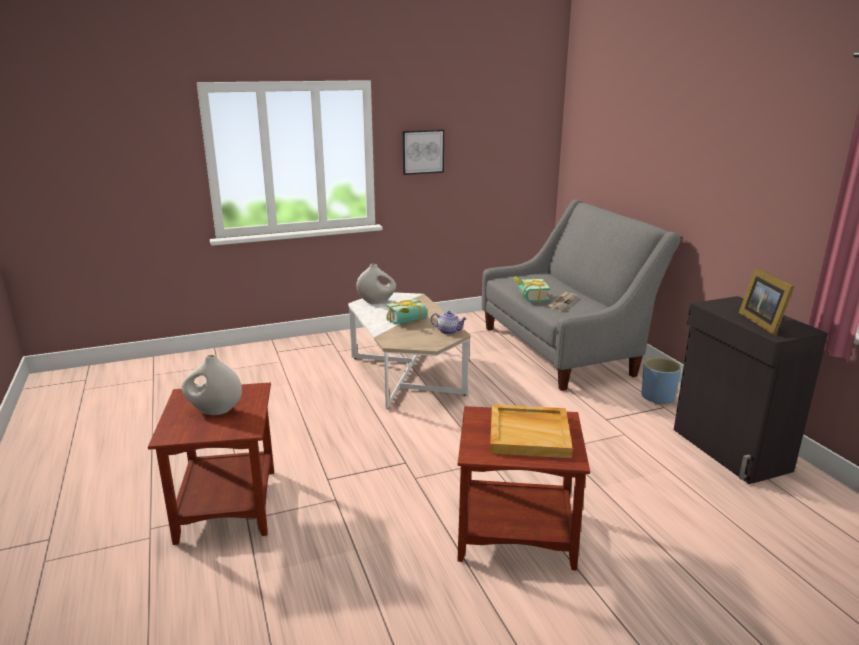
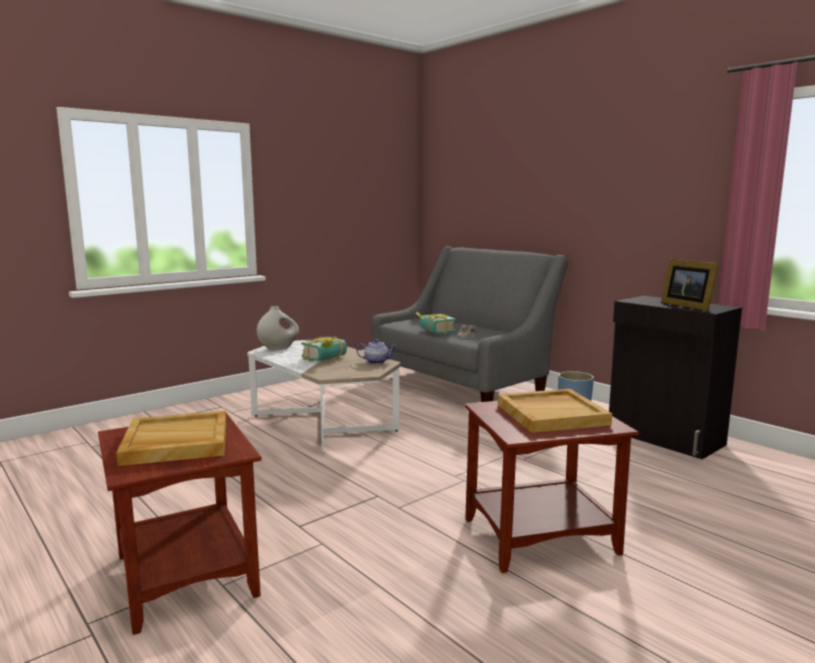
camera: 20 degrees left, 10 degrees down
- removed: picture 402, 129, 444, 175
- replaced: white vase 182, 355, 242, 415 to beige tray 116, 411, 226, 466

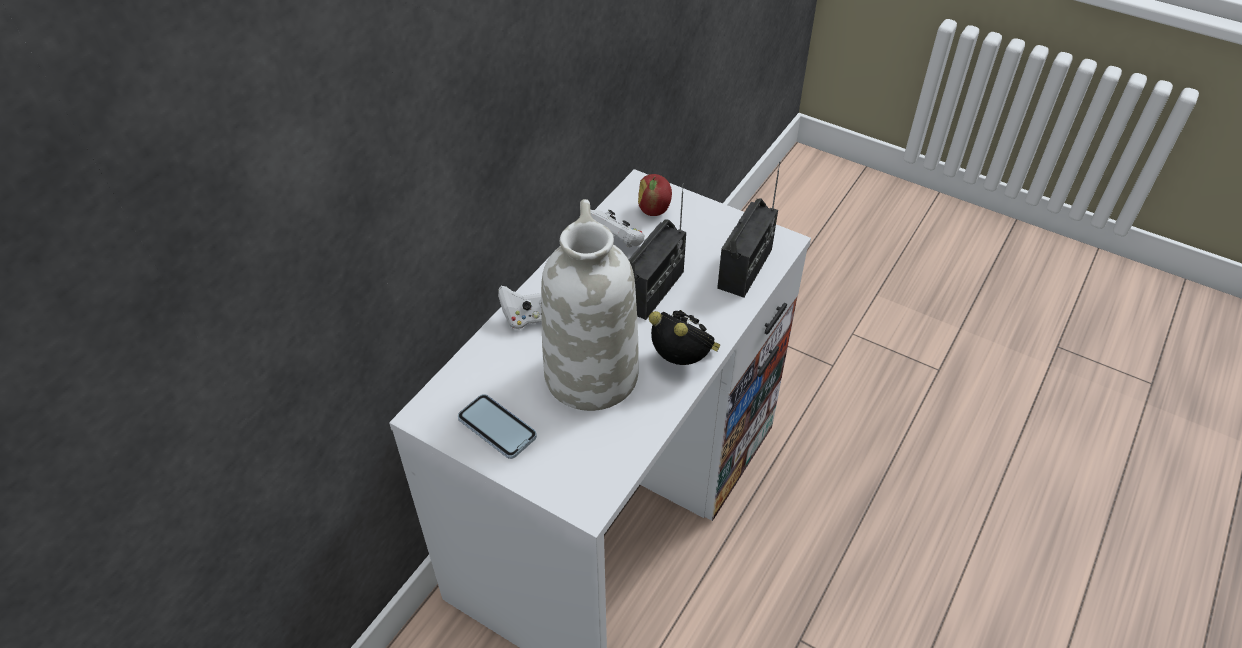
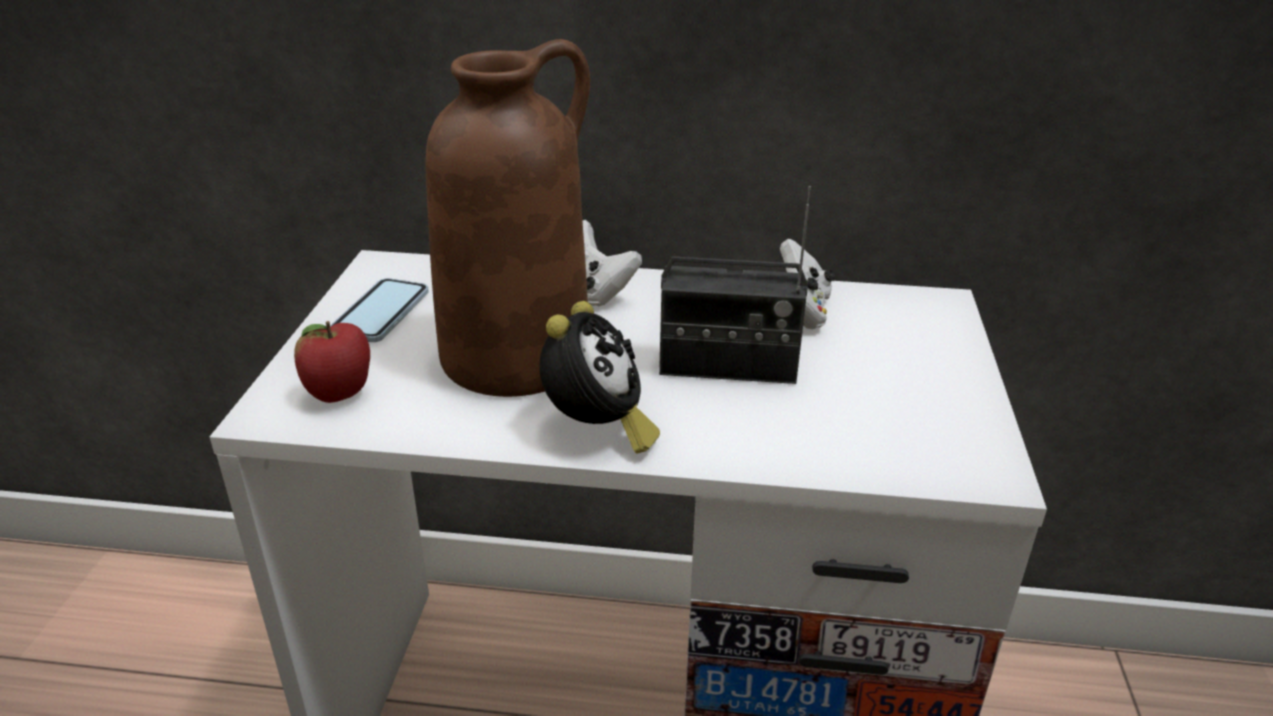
camera: 65 degrees right, 15 degrees down
- removed: radio 717, 162, 780, 298
- moved: apple 638, 174, 672, 216 to 294, 321, 370, 403
- recoloured: white vase 541, 199, 638, 411 to brown vase 426, 39, 590, 397

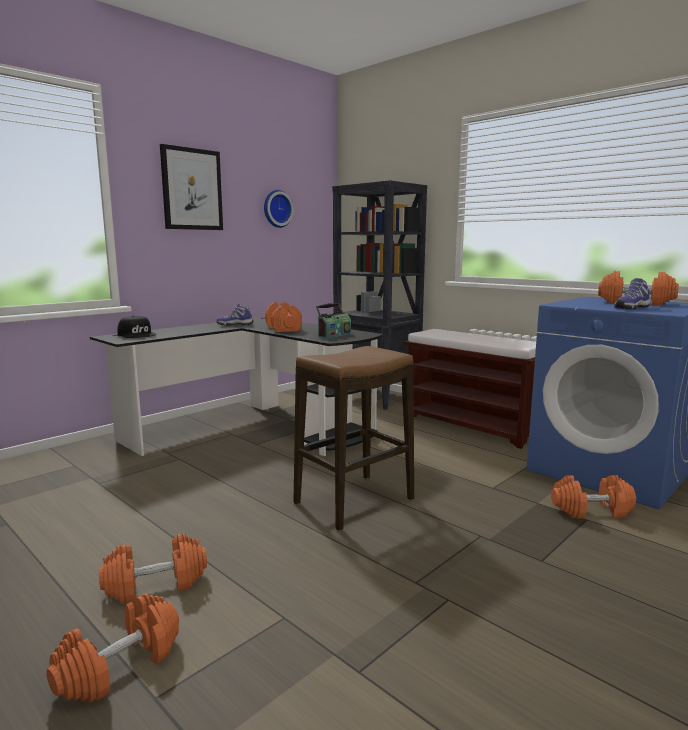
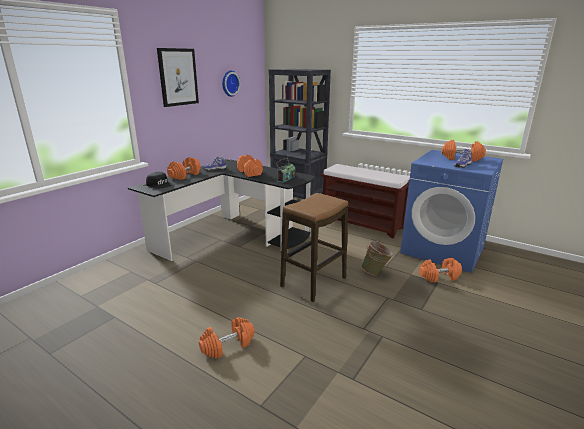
camera: 10 degrees left, 10 degrees up
- added: green bucket 361, 241, 394, 275
- moved: orange dumbbell 46, 593, 179, 703 to 167, 157, 201, 180

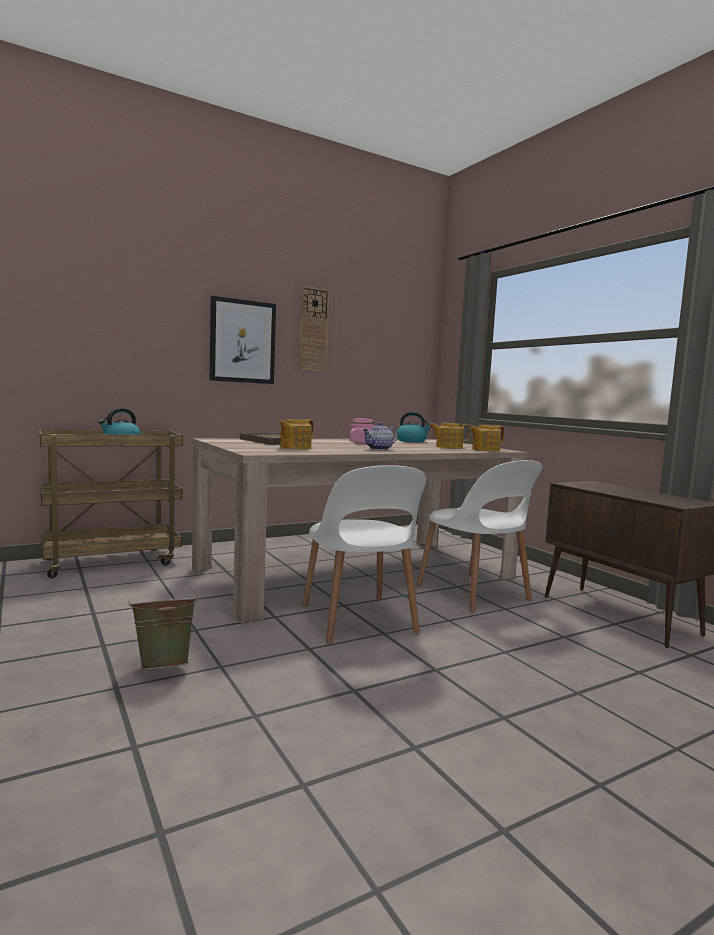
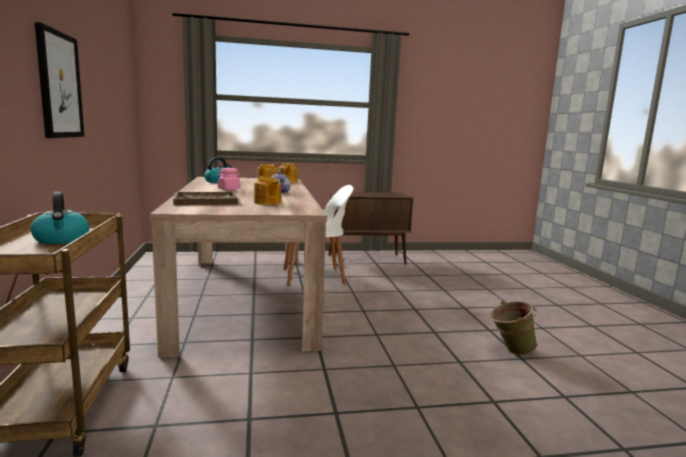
camera: 70 degrees left, 5 degrees up
- removed: wall clock 298, 286, 330, 372
- removed: white chair 302, 465, 426, 644
- moved: green bucket 128, 595, 199, 670 to 490, 301, 537, 355

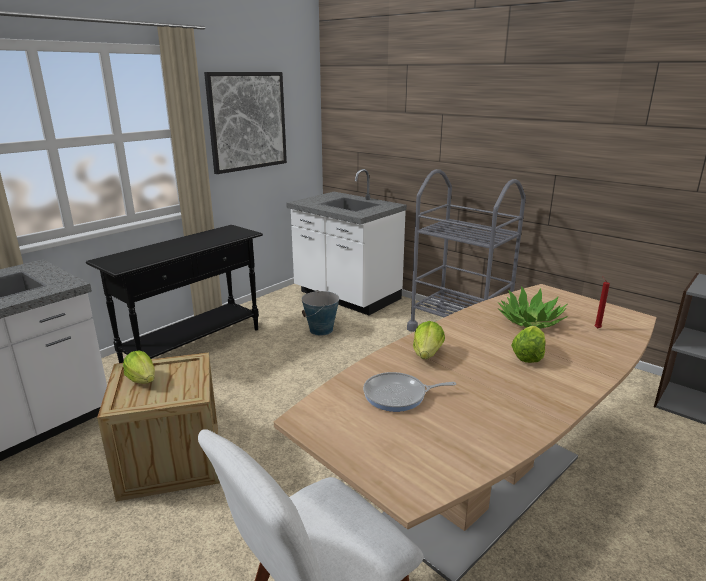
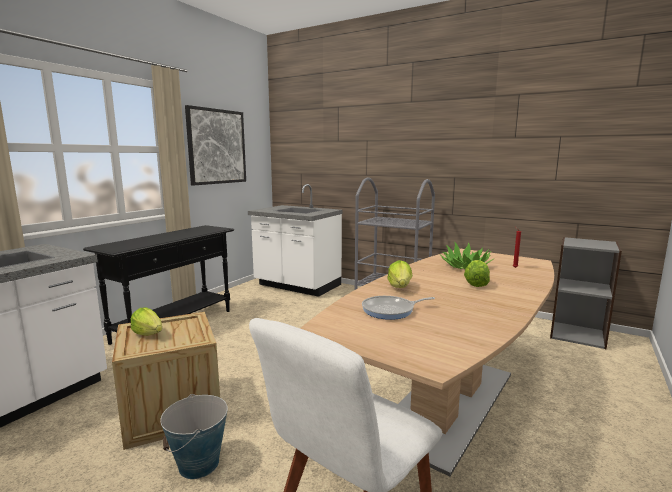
camera: 10 degrees left, 10 degrees down
- moved: bucket 302, 290, 339, 336 to 160, 394, 228, 479

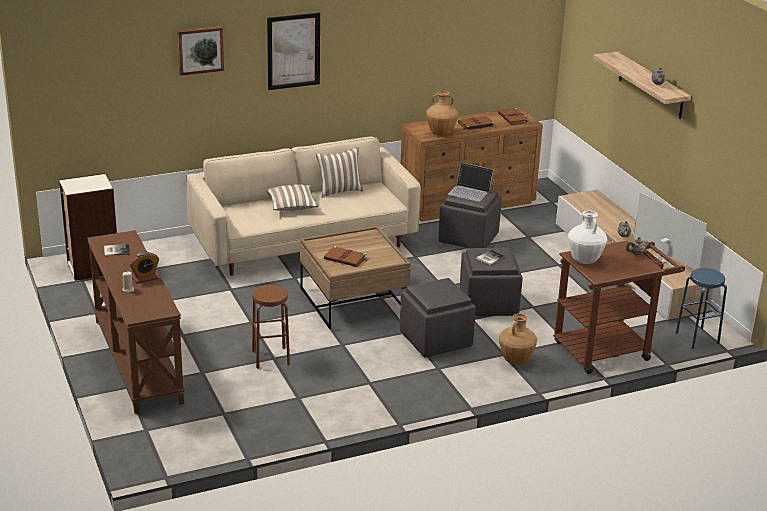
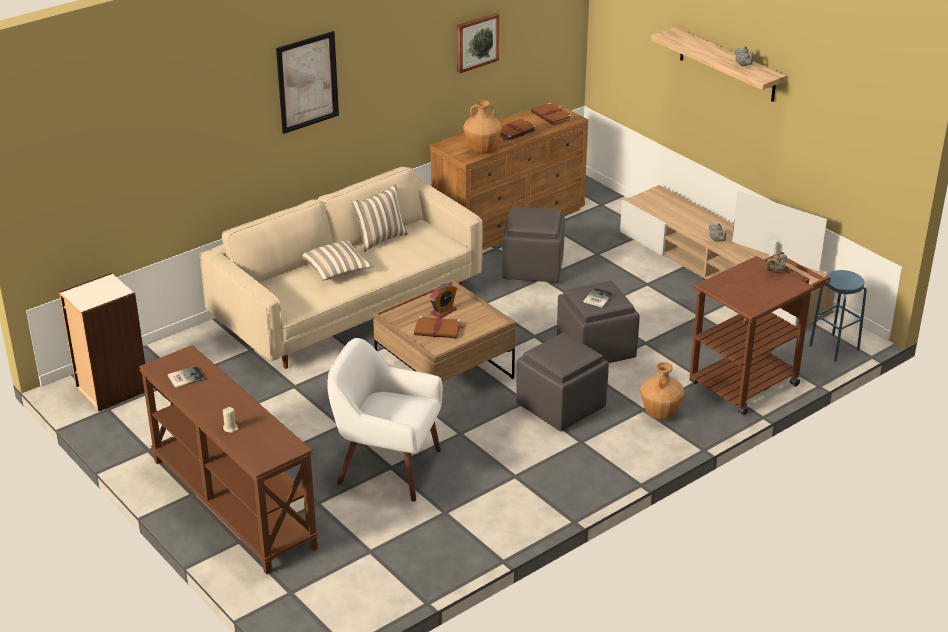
camera: 15 degrees left, 5 degrees up
- removed: laptop 448, 162, 494, 202
- removed: white vase 568, 211, 607, 264
- moved: alarm clock 129, 252, 159, 284 to 430, 284, 457, 318
- moved: picture 177, 26, 224, 76 to 457, 13, 499, 73
- replaced: brown stool 252, 285, 290, 369 to white armchair 327, 338, 443, 502

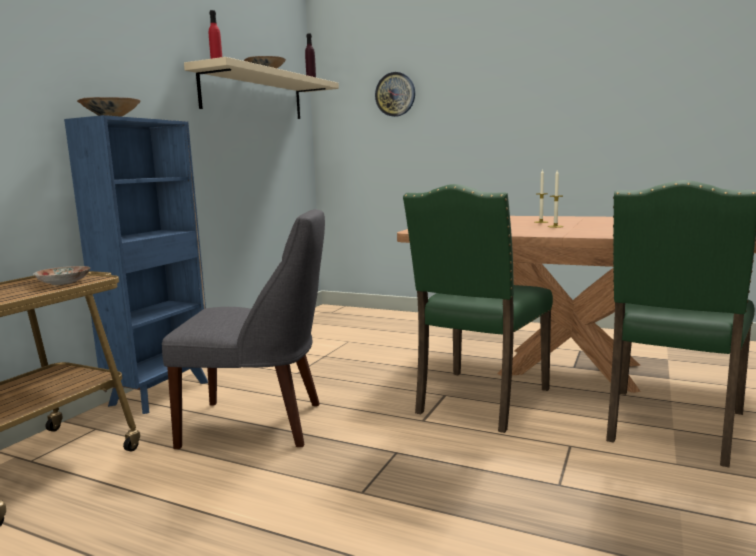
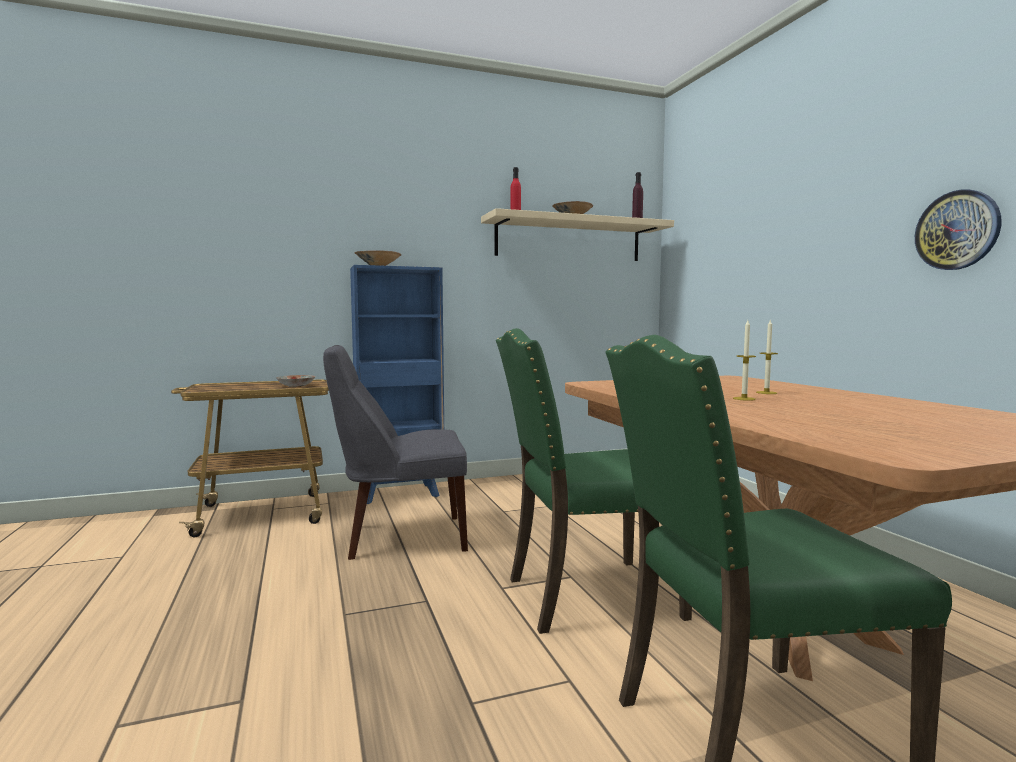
camera: 45 degrees right, 5 degrees down
- moved: wall clock 375, 72, 415, 117 to 915, 190, 1002, 270
- turned: grey chair 162, 209, 325, 449 = 323, 345, 468, 560 120 degrees clockwise

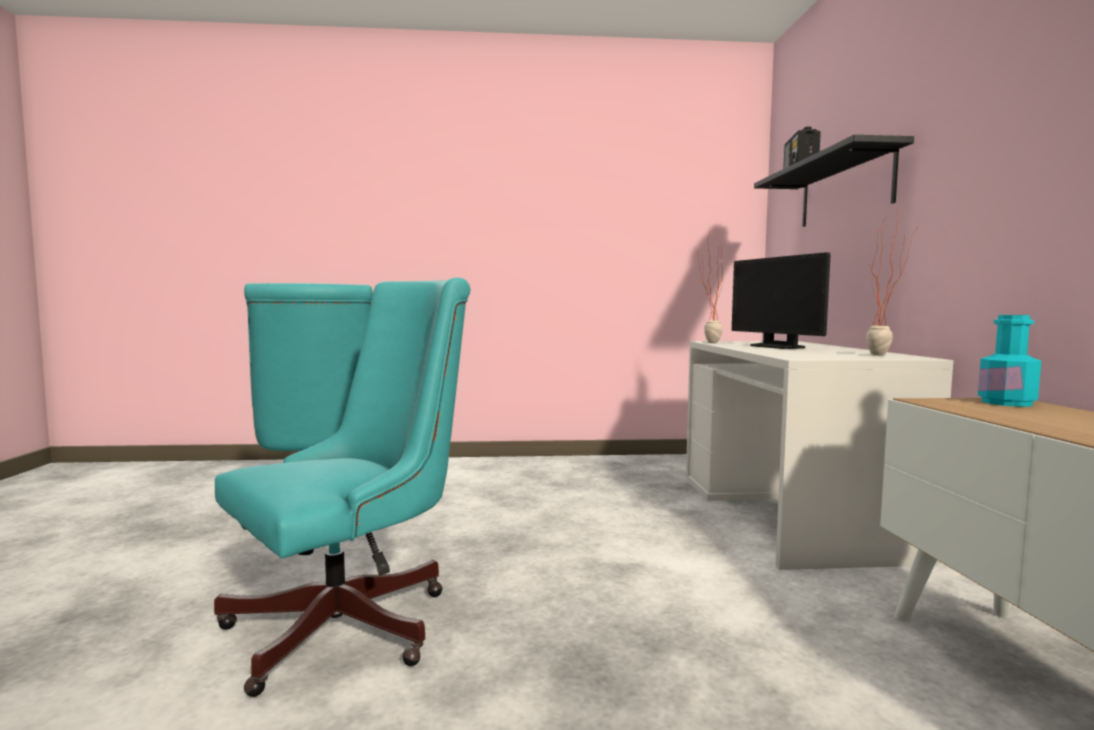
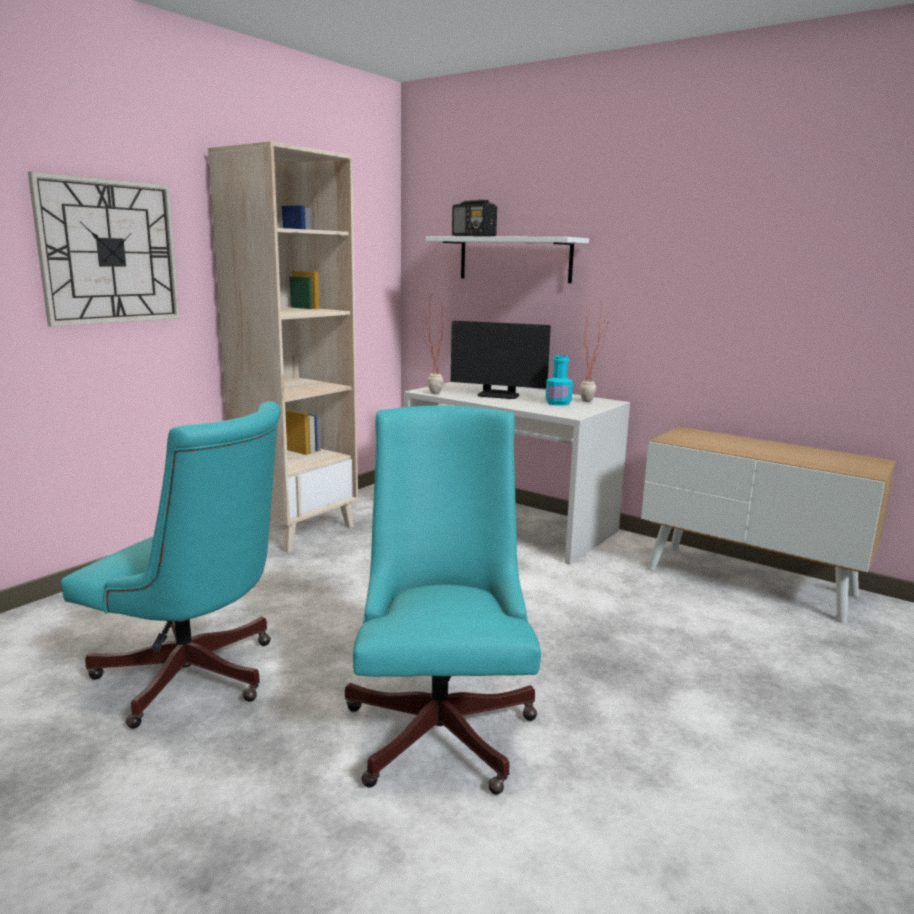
camera: 50 degrees left, 10 degrees up
- added: wall clock 28, 172, 180, 327
- added: beige bookcase 208, 141, 358, 553
- moved: turquoise bottle 978, 315, 1041, 407 to 546, 355, 573, 406
- recoloured: black shelf 754, 135, 914, 227 to white shelf 426, 236, 589, 283

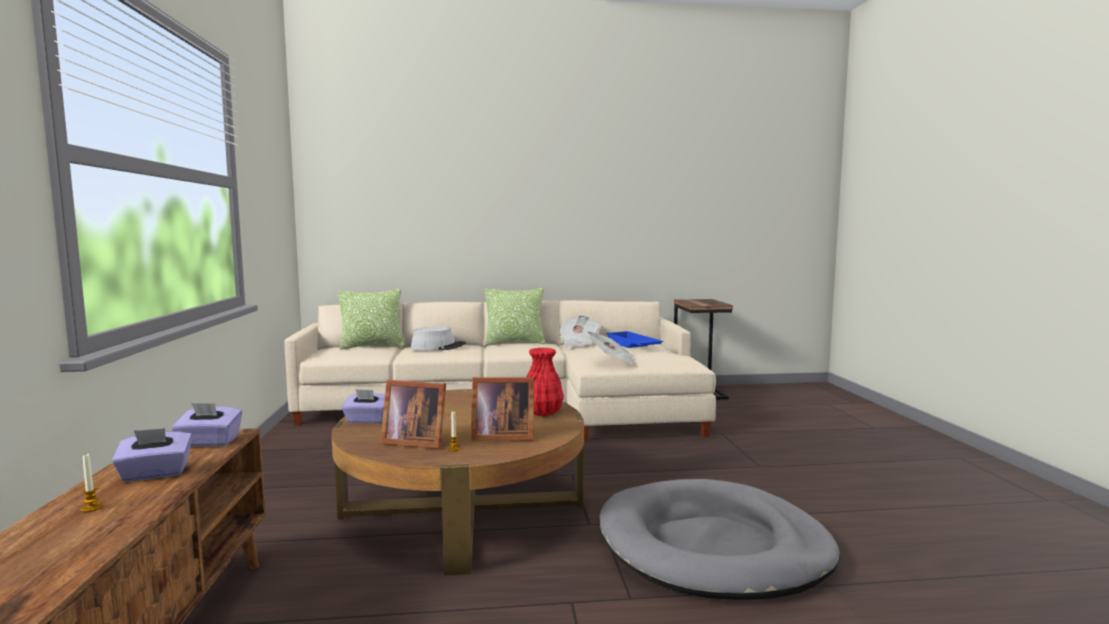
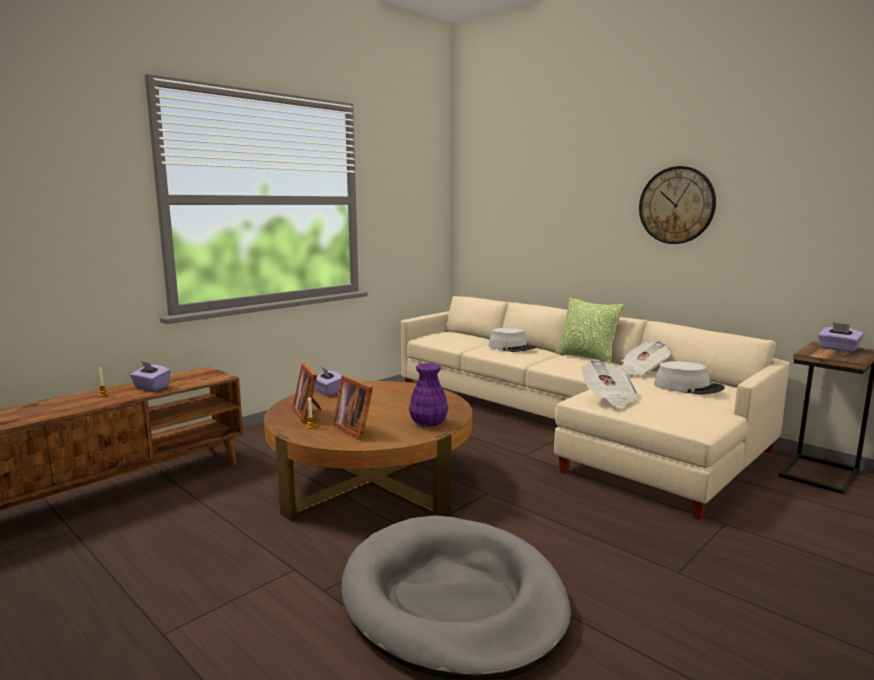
camera: 50 degrees right, 5 degrees up
- removed: pillow 338, 289, 405, 350
- added: wall clock 639, 166, 716, 244
- moved: purple tissue box 172, 403, 242, 447 to 818, 322, 864, 352
- replaced: blue tray 606, 331, 663, 348 to grey hat 654, 361, 725, 395
- recoloured: red vase 526, 347, 564, 416 to purple vase 409, 363, 448, 427

